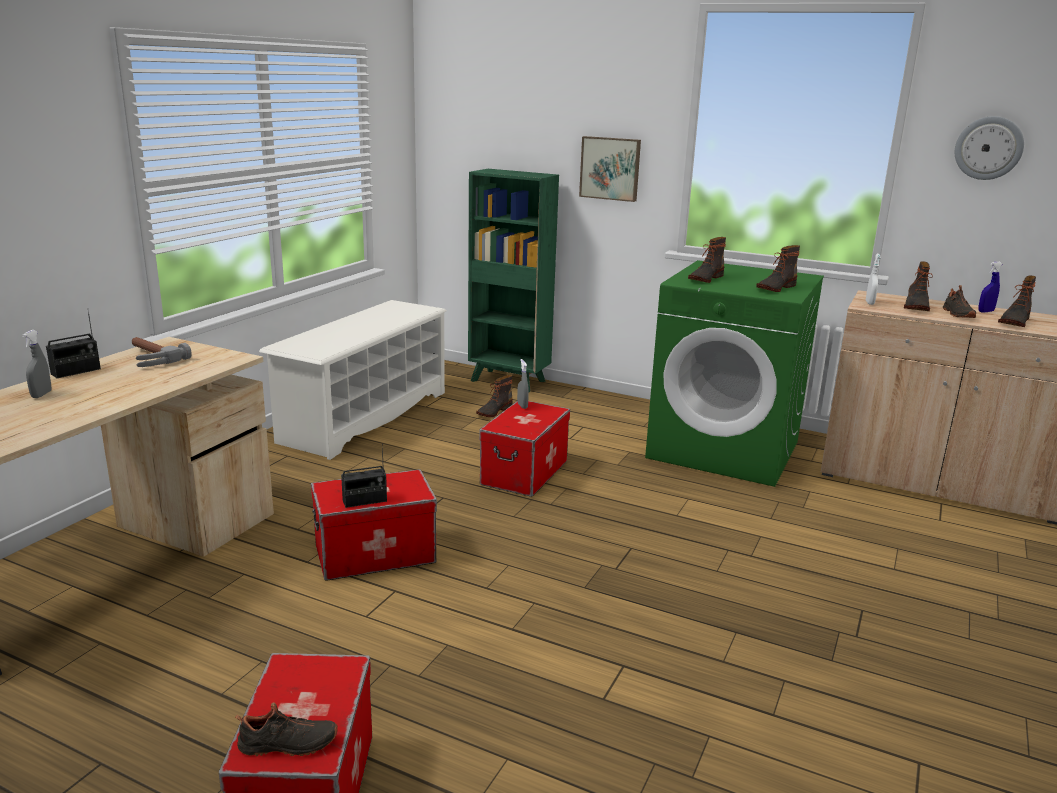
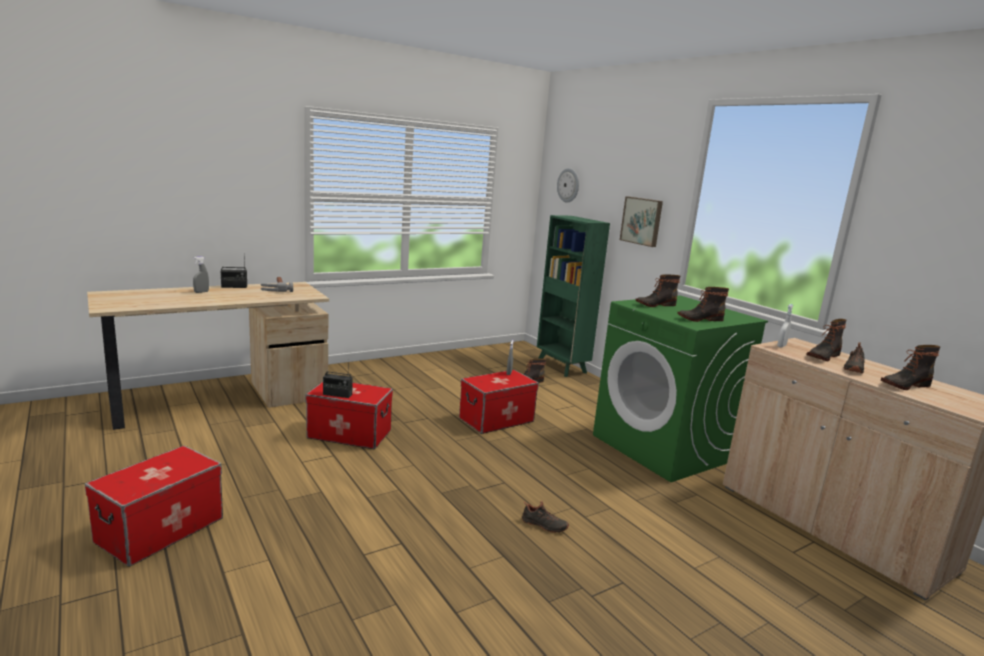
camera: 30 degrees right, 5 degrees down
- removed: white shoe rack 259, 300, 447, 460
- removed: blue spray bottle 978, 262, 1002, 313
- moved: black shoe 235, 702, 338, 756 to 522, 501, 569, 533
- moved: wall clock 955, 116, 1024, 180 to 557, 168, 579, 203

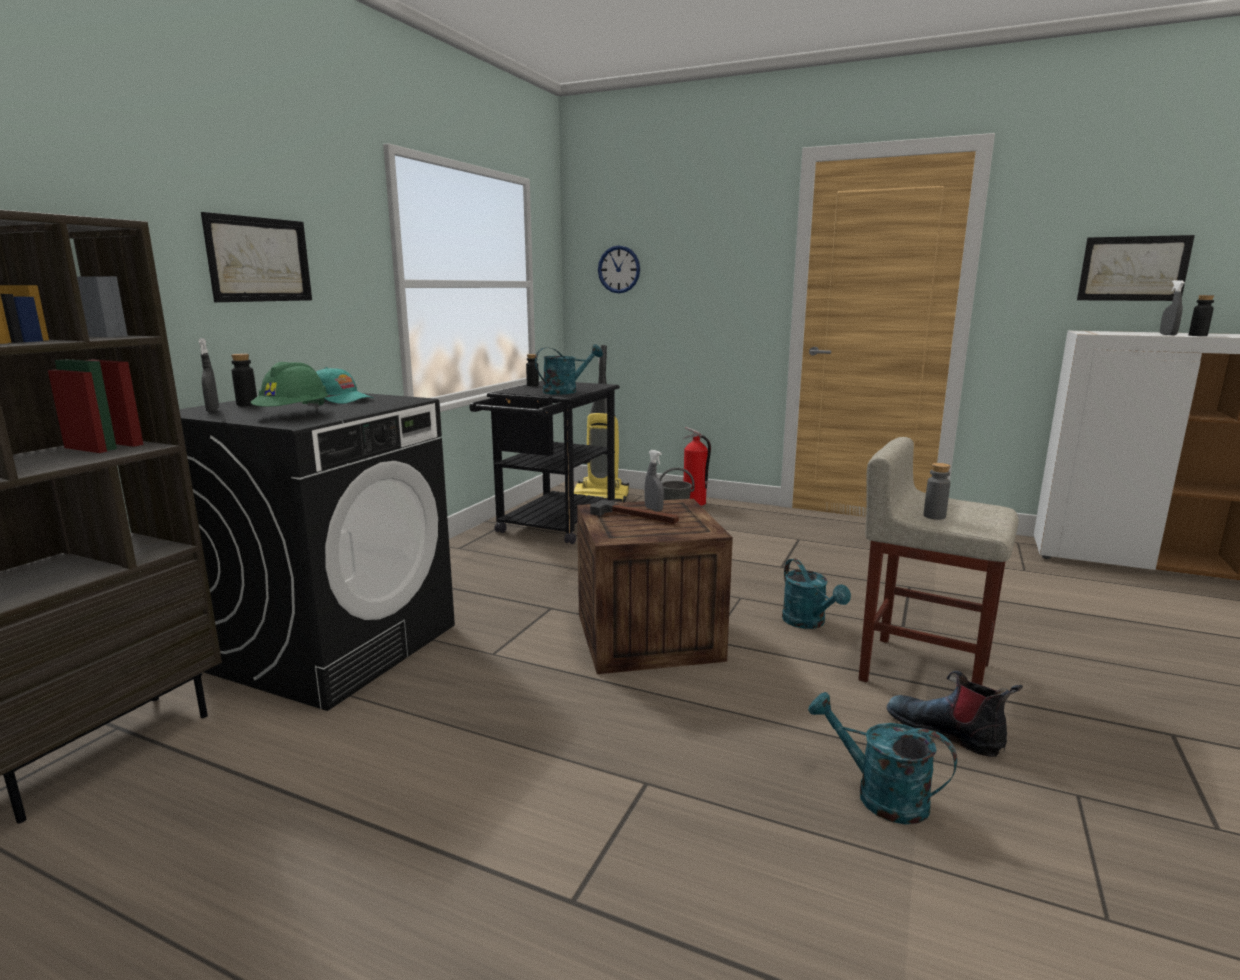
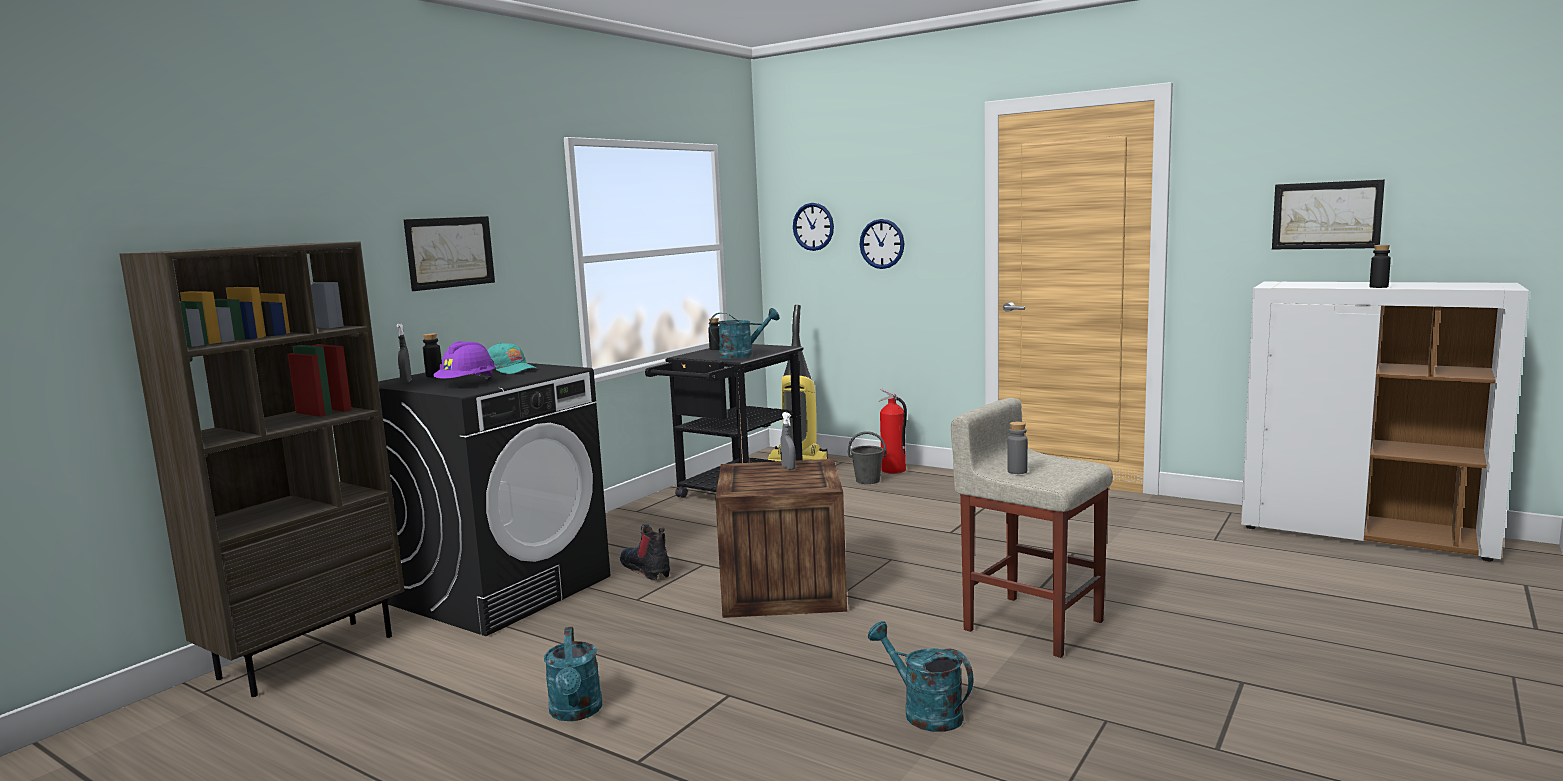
camera: 10 degrees right, 5 degrees down
- removed: hammer 590, 500, 679, 524
- removed: grey spray bottle 1160, 280, 1185, 335
- added: wall clock 860, 219, 904, 269
- moved: turquoise watering can 782, 559, 851, 629 to 544, 627, 602, 721
- moved: boot 886, 671, 1023, 757 to 620, 524, 670, 580
- recoloured: green hard hat 251, 362, 328, 409 to purple hard hat 433, 341, 495, 379

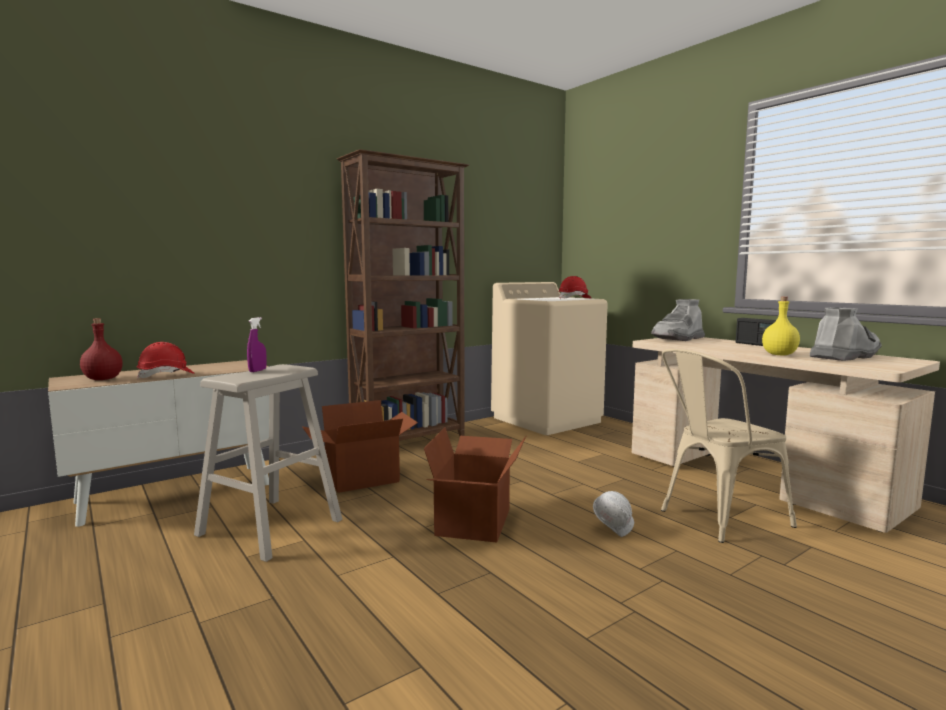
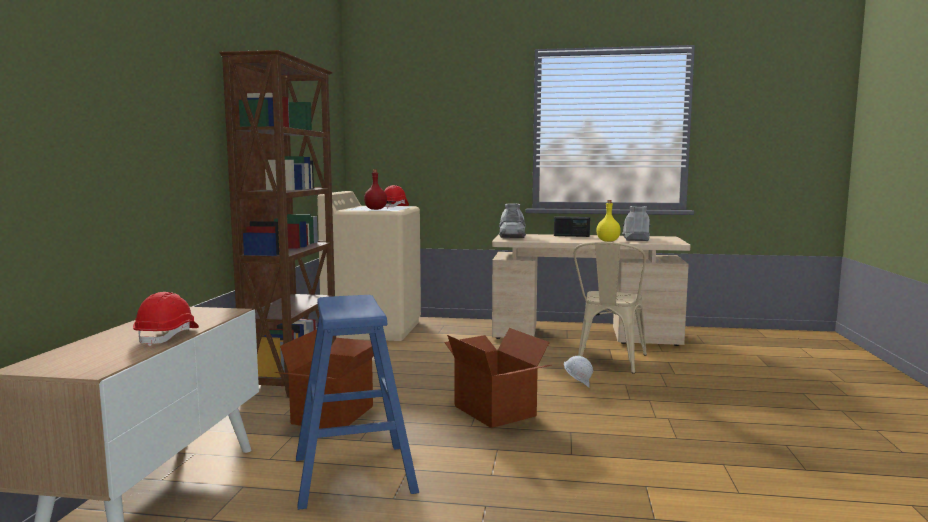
camera: 45 degrees left, 0 degrees up
- removed: purple spray bottle 247, 317, 267, 372
- moved: red bottle 80, 318, 123, 380 to 364, 170, 387, 210
- recoloured: beige stool 194, 364, 342, 562 to blue stool 296, 295, 419, 510

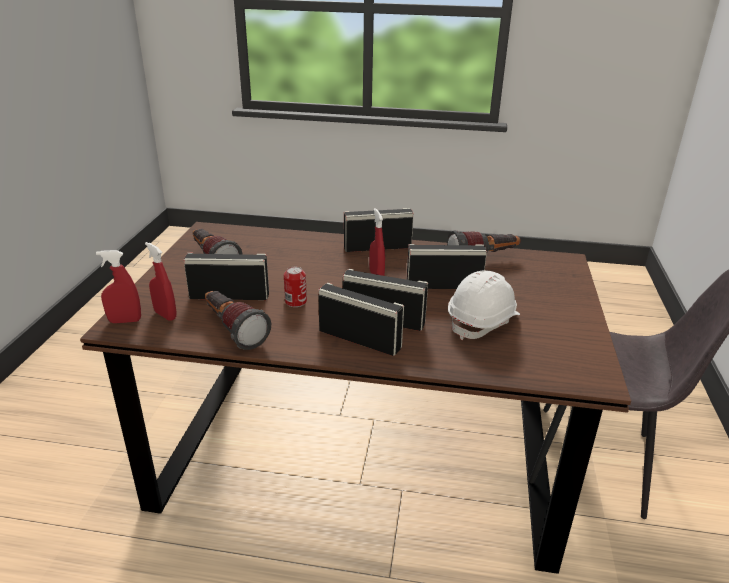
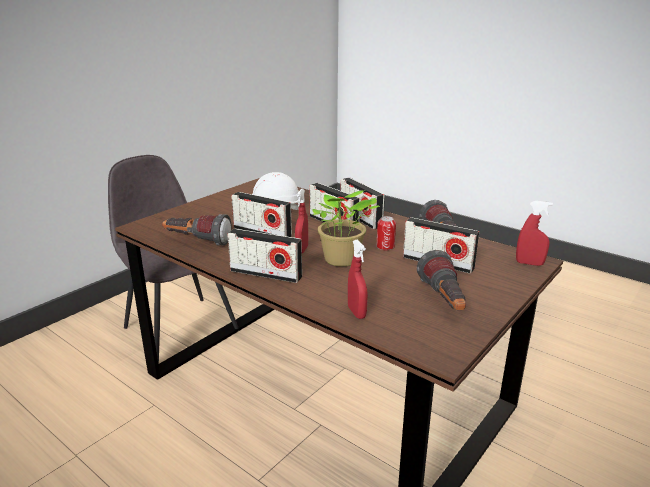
camera: 150 degrees left, 5 degrees down
- added: potted plant 312, 190, 380, 266
- moved: red spray bottle 145, 242, 177, 321 to 348, 240, 368, 319

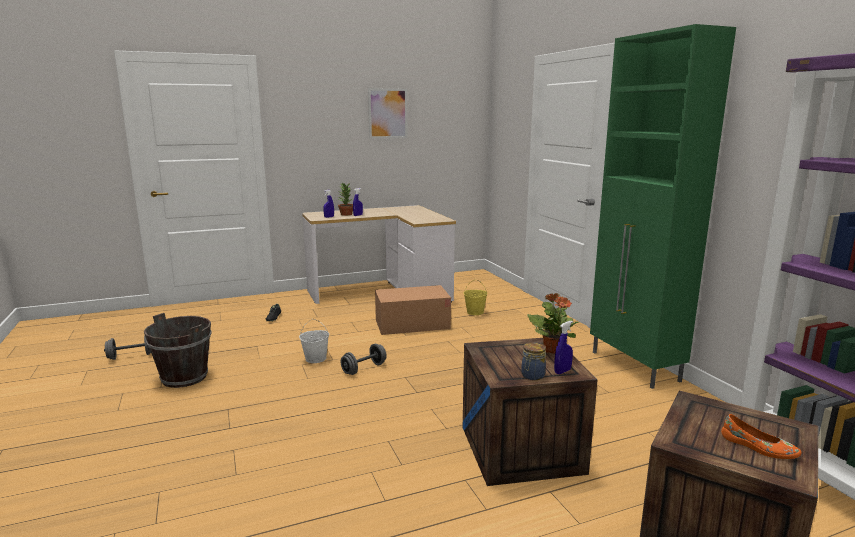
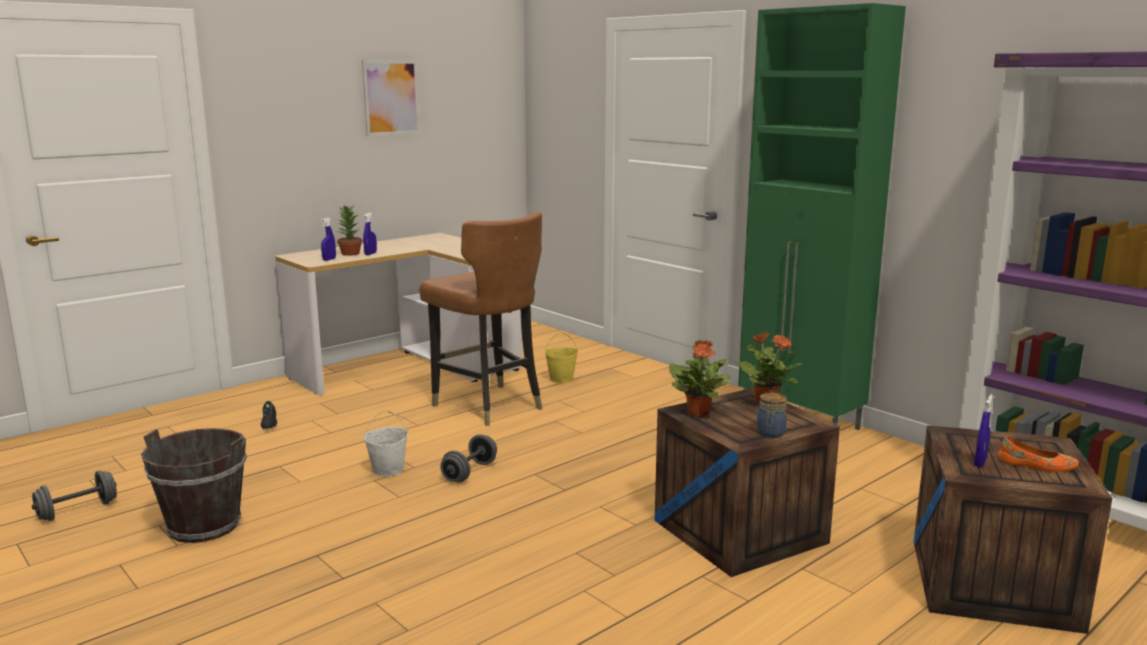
camera: 20 degrees left, 0 degrees up
- added: potted plant 669, 340, 730, 417
- moved: blue spray bottle 554, 321, 573, 374 to 974, 394, 993, 467
- replaced: cardboard box 375, 285, 451, 335 to brown chair 420, 212, 542, 426

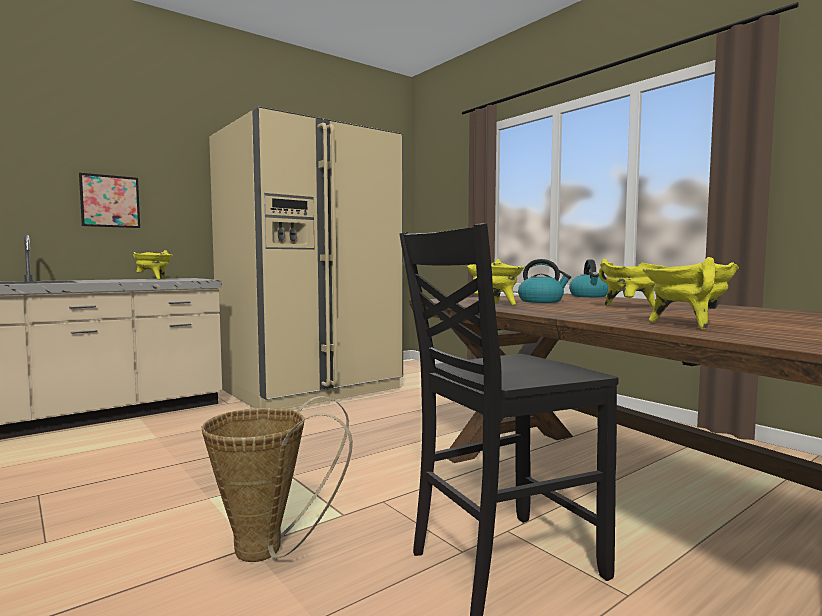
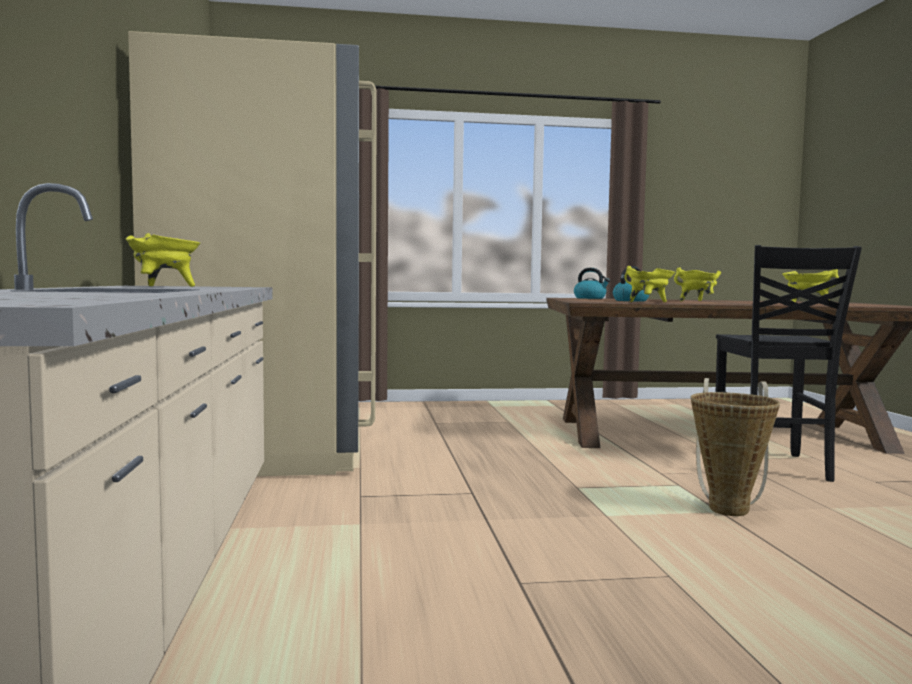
camera: 60 degrees left, 0 degrees up
- removed: picture 79, 173, 140, 228

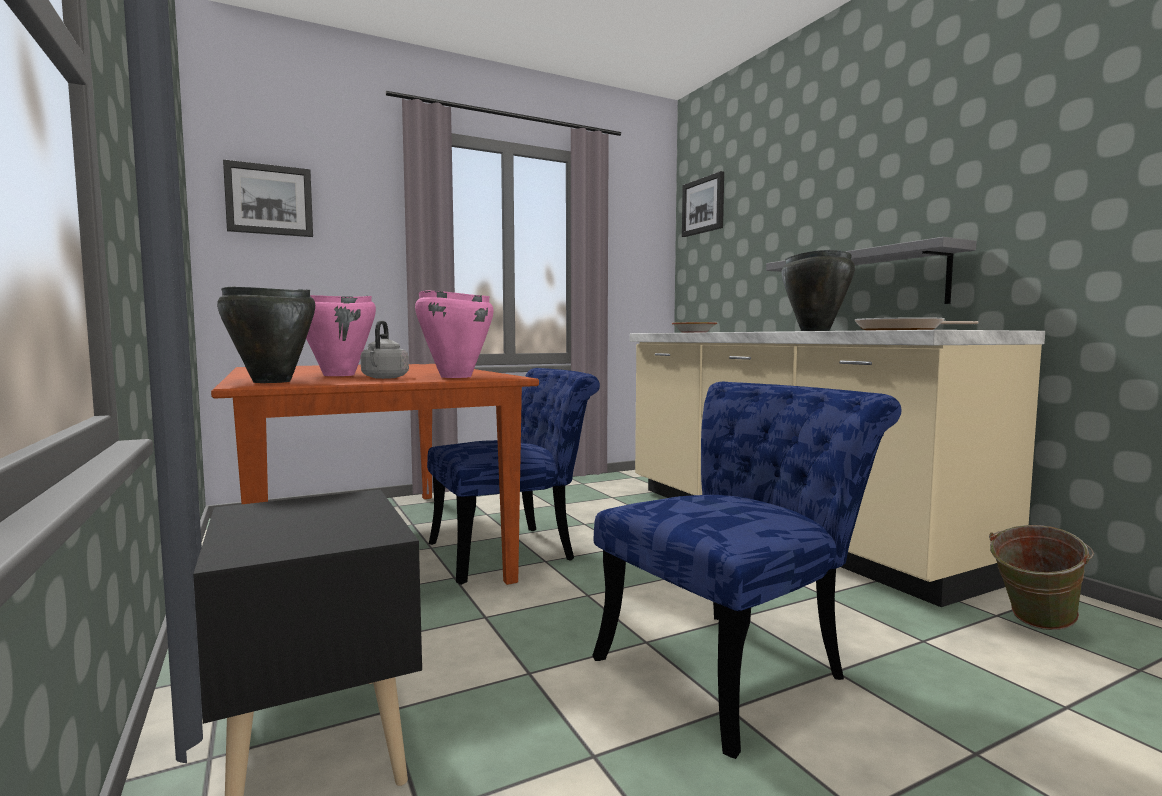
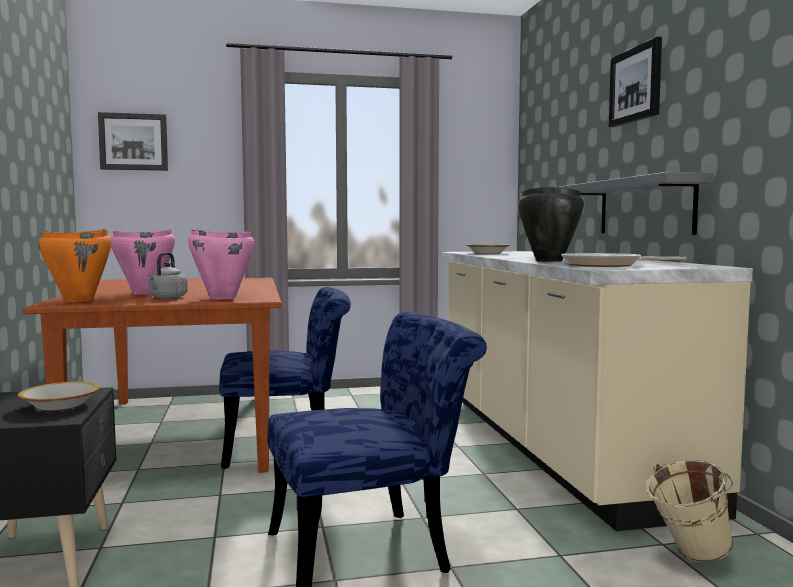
camera: 15 degrees right, 0 degrees up
- added: bowl 17, 382, 100, 411
- moved: picture 682, 171, 724, 237 to 609, 37, 662, 127
- recoloured: black cooking pot 217, 286, 315, 383 to orange cooking pot 38, 229, 112, 302
- recoloured: green bucket 989, 525, 1094, 630 to beige bucket 646, 460, 734, 562

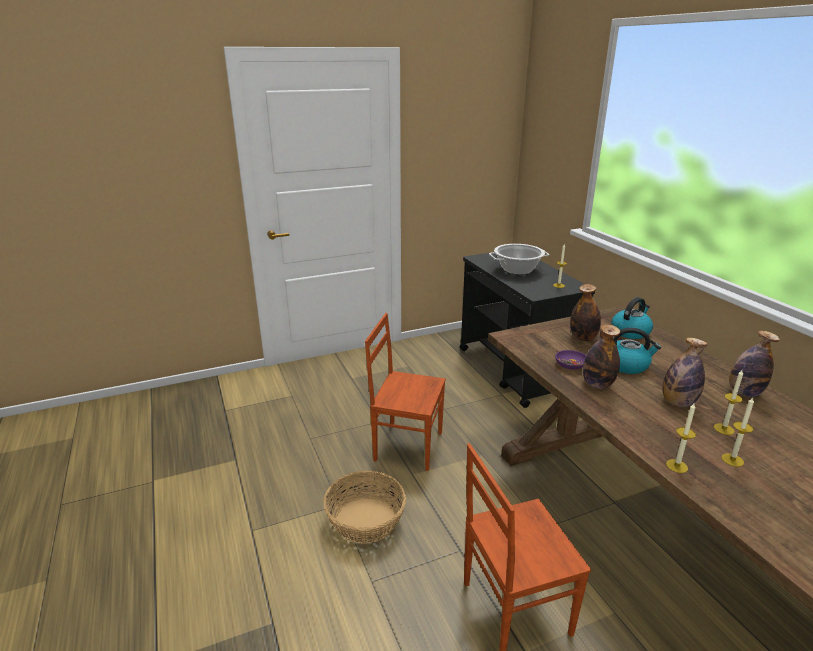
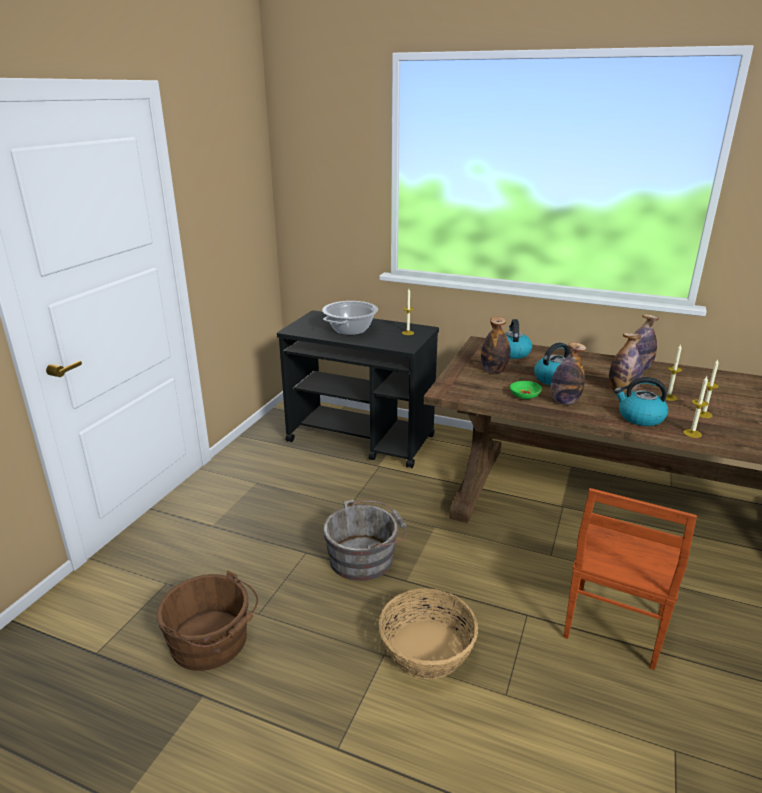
camera: 45 degrees left, 0 degrees up
- added: brown bucket 157, 571, 258, 671
- added: kettle 614, 377, 668, 426
- replaced: brown chair 365, 313, 446, 471 to grey bucket 323, 500, 406, 581
- recoloured: purple bowl 555, 350, 586, 370 to green bowl 510, 381, 542, 399

